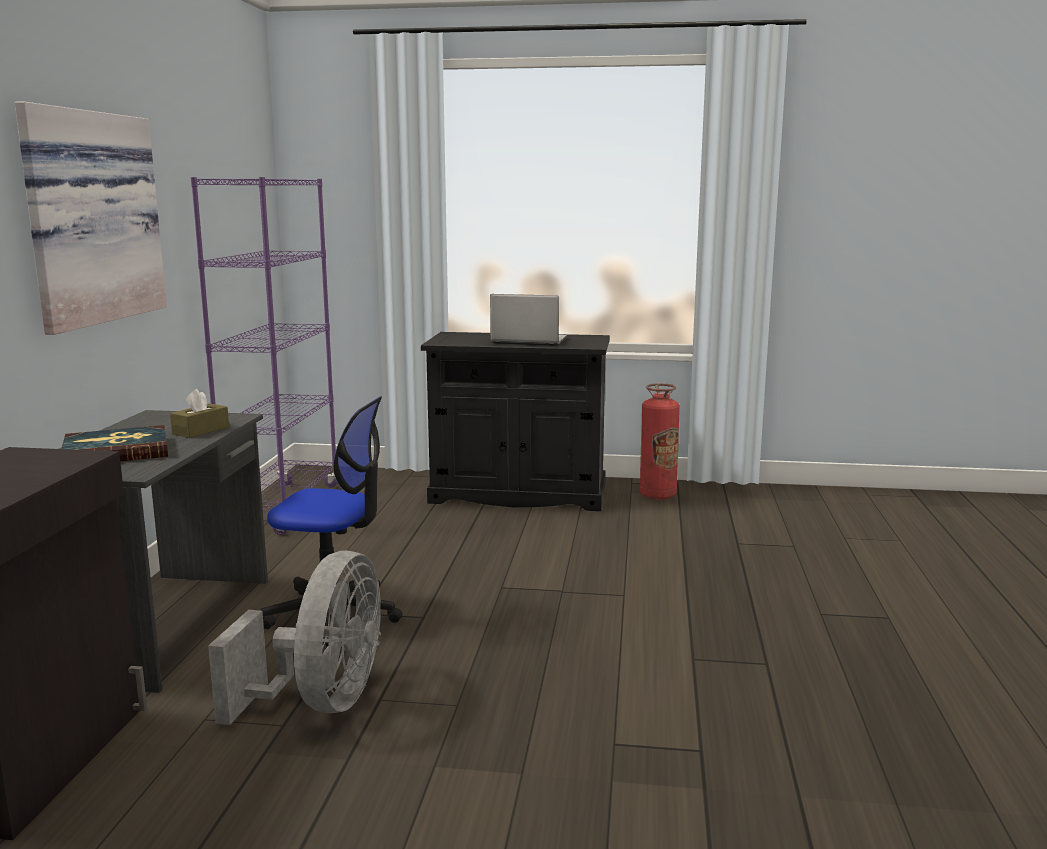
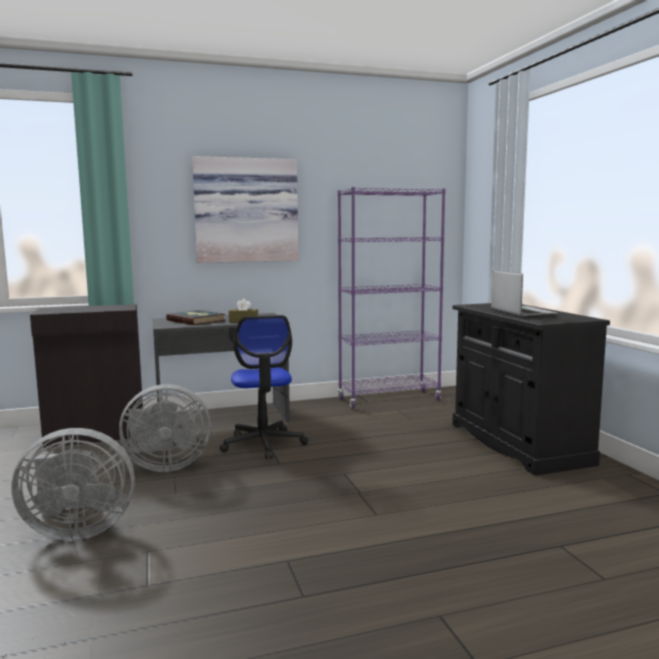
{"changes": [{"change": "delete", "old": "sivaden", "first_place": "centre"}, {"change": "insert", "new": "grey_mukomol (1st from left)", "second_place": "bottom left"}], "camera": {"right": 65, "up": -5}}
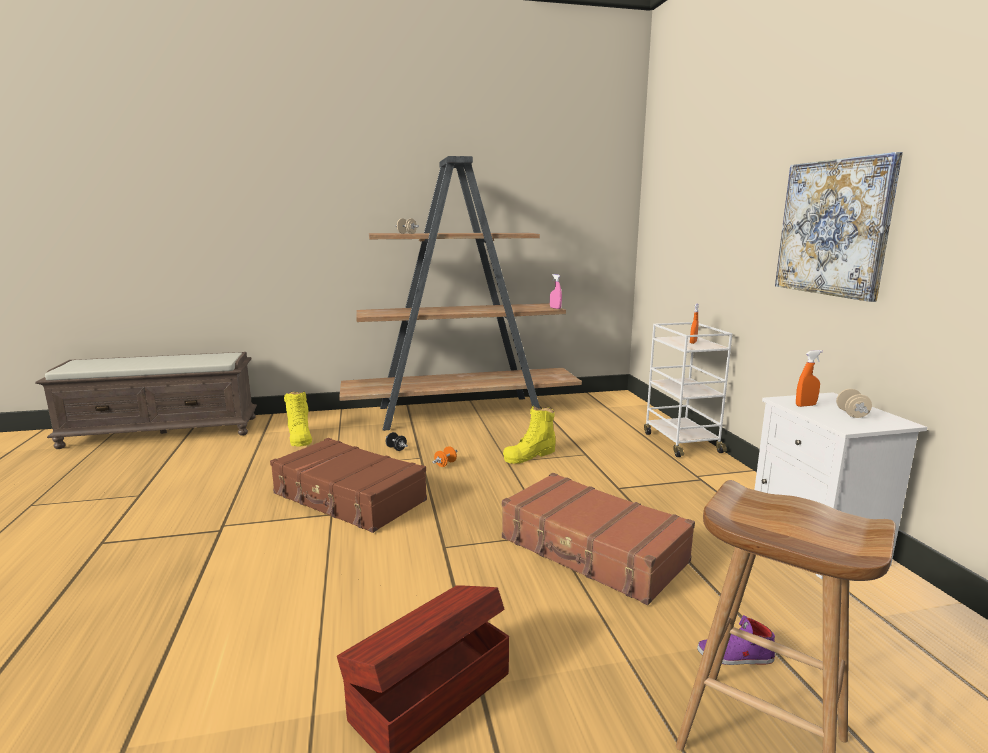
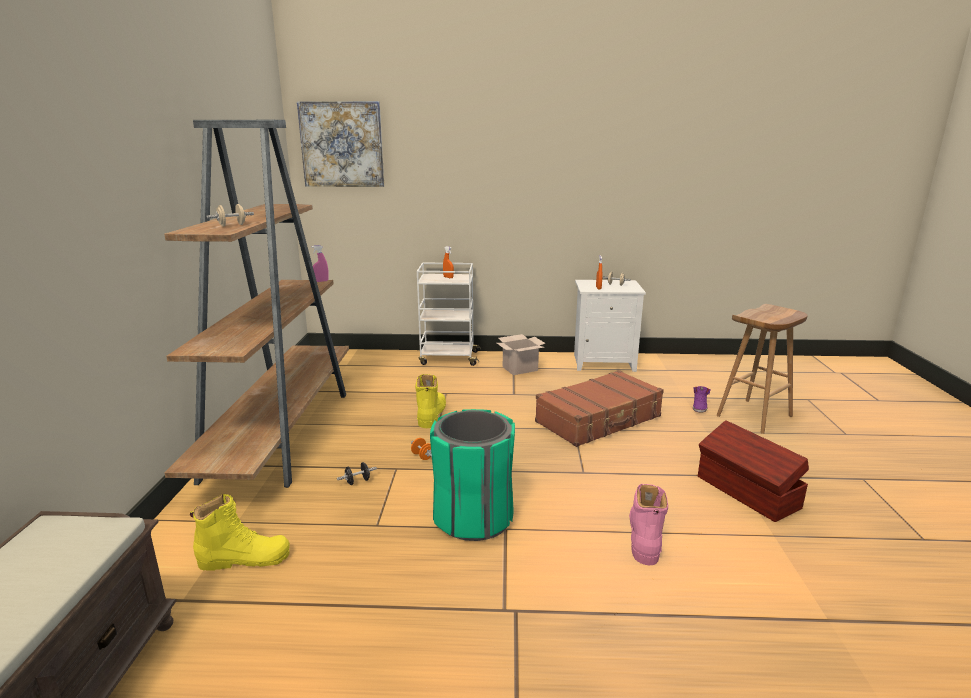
{"changes": [{"change": "move", "old": "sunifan", "first_place": "top right", "second_place": "top centre"}, {"change": "rotate", "old": "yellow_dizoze (2nd from left)", "first_place": "centre", "second_place": "centre", "degrees": -150}, {"change": "replace", "old": "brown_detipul (1st from left)", "new": "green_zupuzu", "first_place": "centre", "second_place": "bottom centre"}, {"change": "insert", "new": "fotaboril", "second_place": "centre"}, {"change": "insert", "new": "pink_dizoze", "second_place": "bottom right"}], "camera": {"right": -75, "up": 5}}
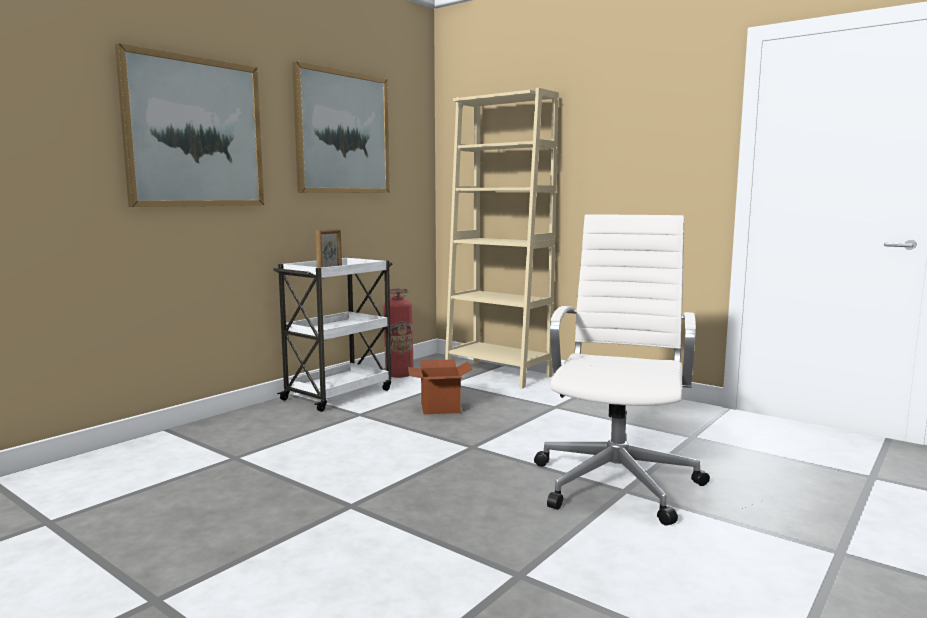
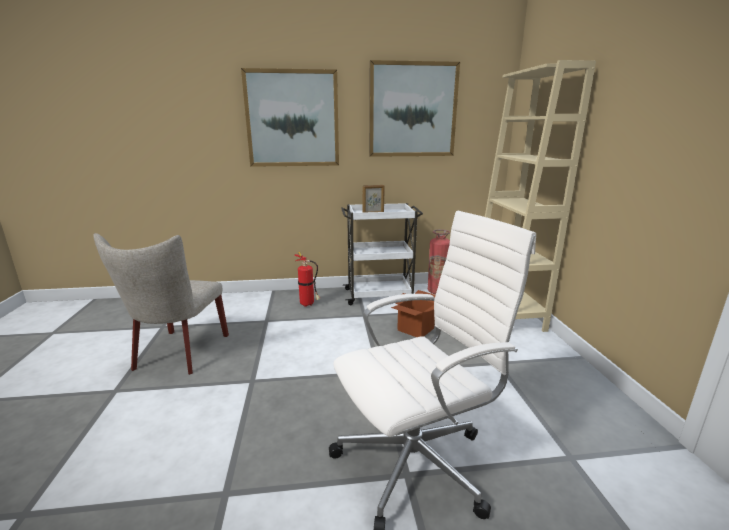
{"changes": [{"change": "insert", "new": "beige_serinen", "second_place": "middle left"}, {"change": "insert", "new": "sivaden (1st from left)", "second_place": "centre"}], "camera": {"right": 45, "up": 10}}
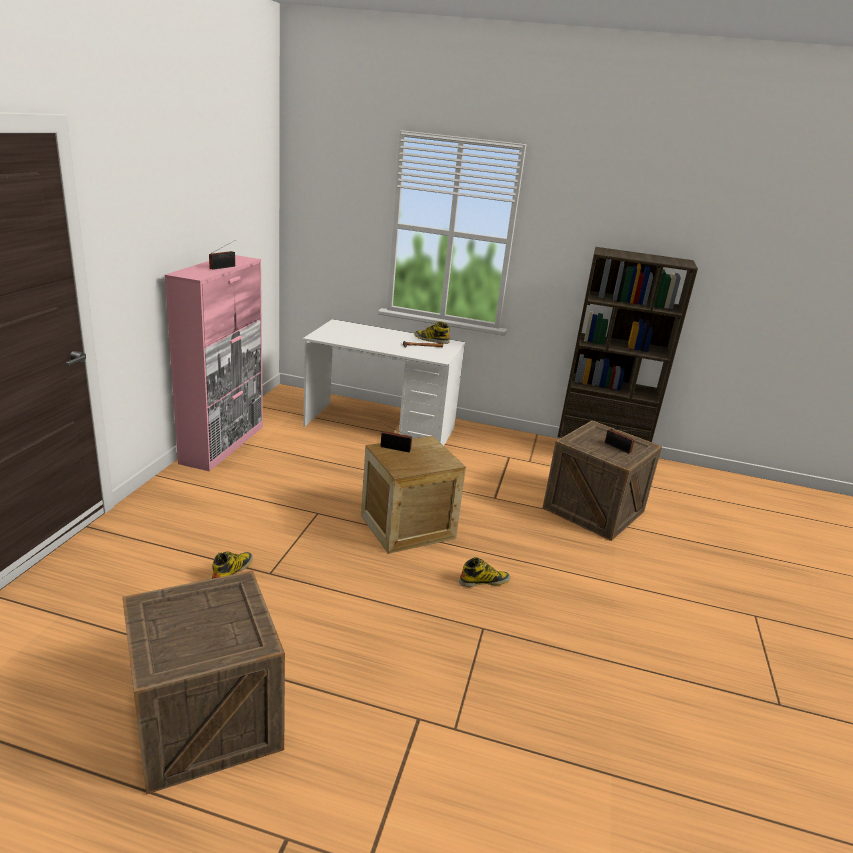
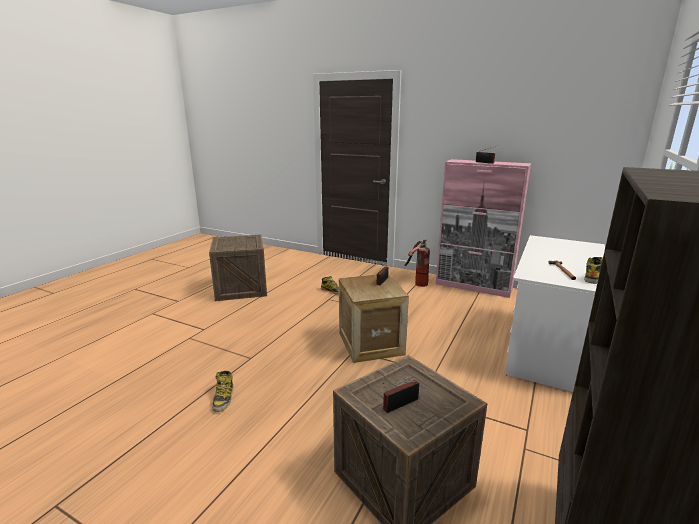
{"changes": [{"change": "move", "old": "dizoze (3rd from left in the first image)", "new": "dizoze (1st from left)", "first_place": "bottom centre", "second_place": "bottom left"}, {"change": "insert", "new": "sivaden", "second_place": "centre"}], "camera": {"right": 105, "up": -5}}
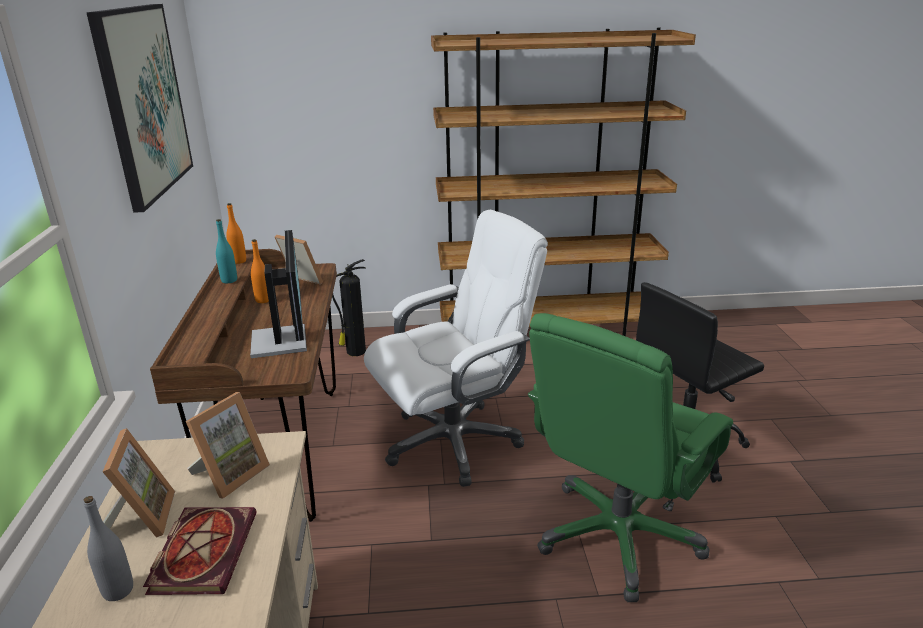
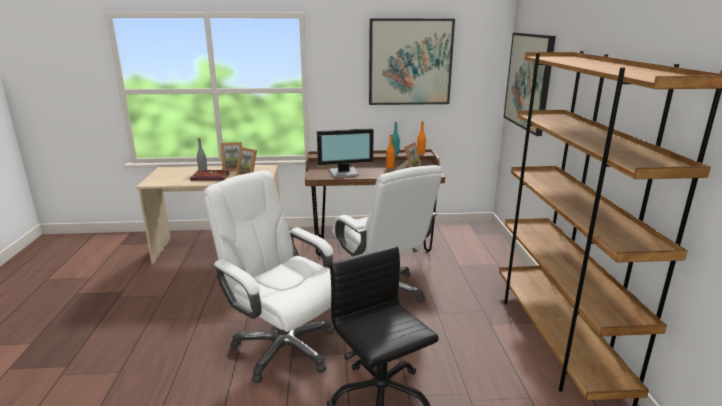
{"changes": [{"change": "delete", "old": "sivaden", "first_place": "centre"}, {"change": "recolor", "old": "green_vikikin", "new": "white_vikikin (1st from left)", "first_place": "bottom right", "second_place": "bottom centre"}, {"change": "insert", "new": "sunifan (2nd from left)", "second_place": "top right"}], "camera": {"right": 90, "up": -5}}
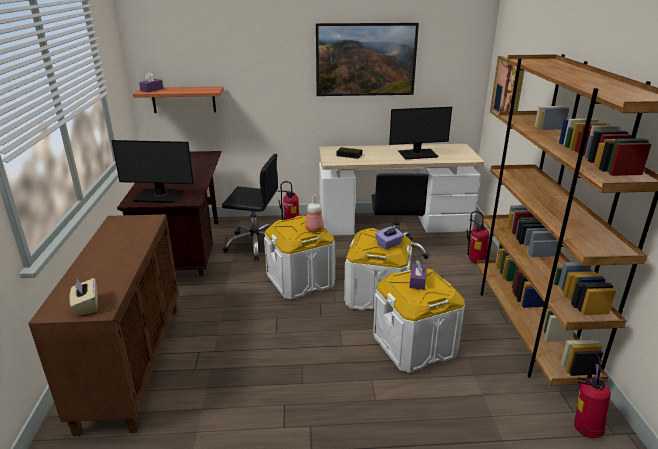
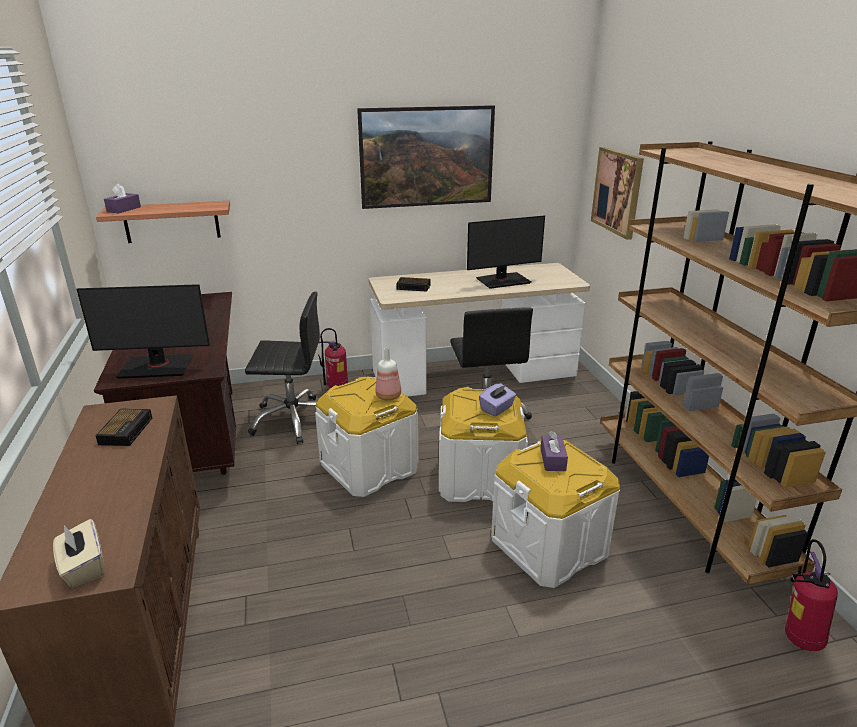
{"changes": [{"change": "delete", "old": "sivaden (2nd from left)", "first_place": "middle right"}, {"change": "insert", "new": "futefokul (1st from left)", "second_place": "middle left"}], "camera": {"right": -10, "up": 0}}
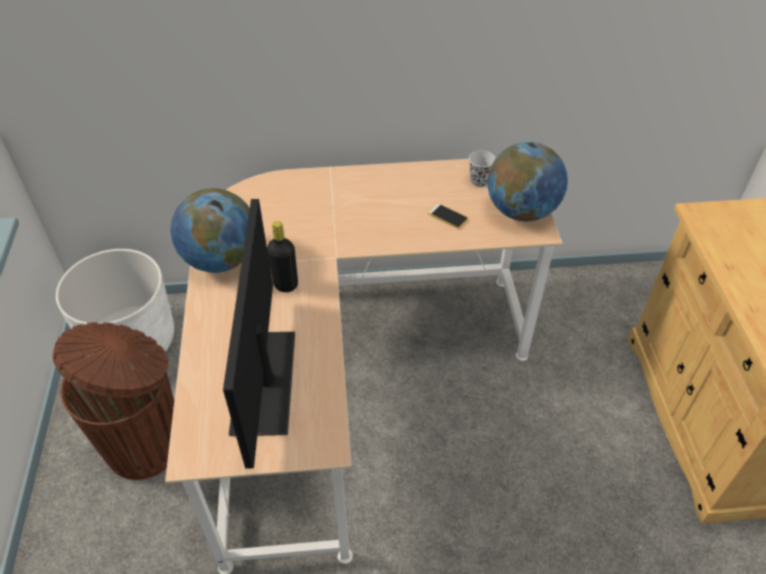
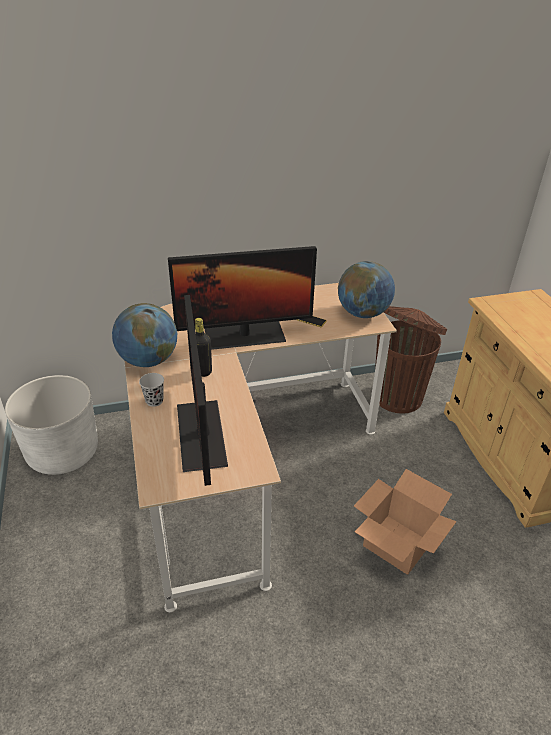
{"changes": [{"change": "move", "old": "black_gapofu", "first_place": "top centre", "second_place": "middle left"}, {"change": "move", "old": "brown_zupuzu", "first_place": "bottom left", "second_place": "middle right"}, {"change": "insert", "new": "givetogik (2nd from left)", "second_place": "centre"}, {"change": "insert", "new": "fotaboril", "second_place": "bottom right"}], "camera": {"right": -10, "up": -10}}
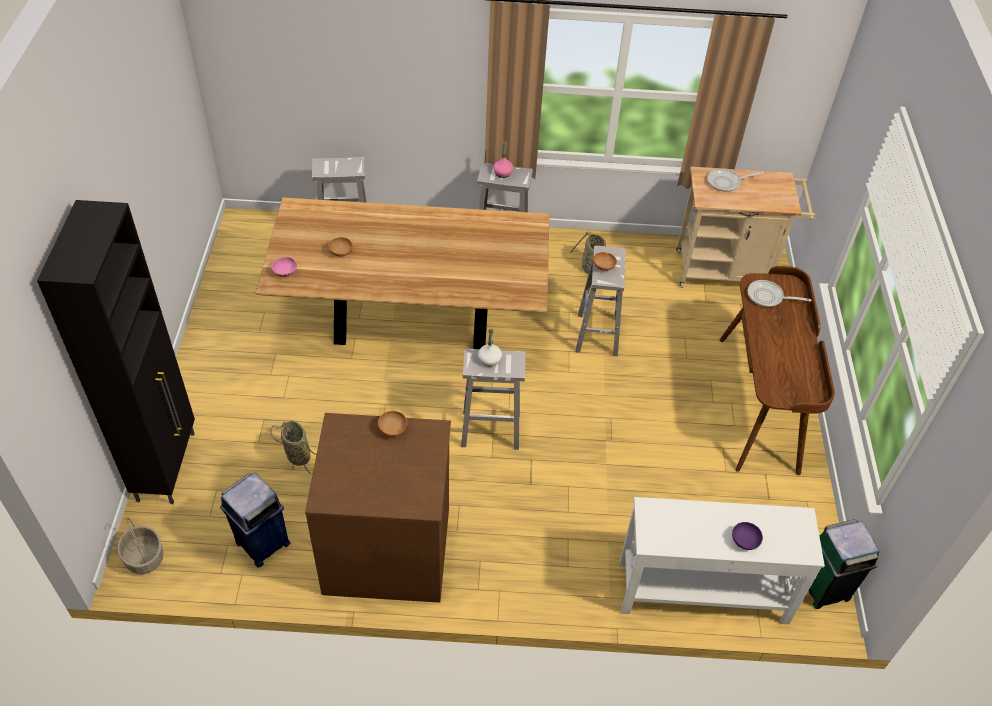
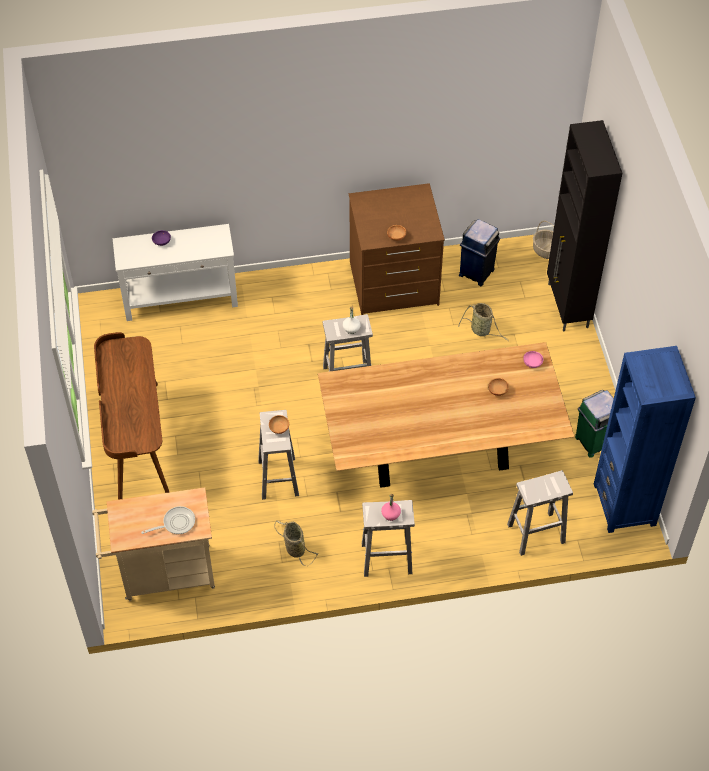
{"changes": [{"change": "delete", "old": "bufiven (2nd from left)", "first_place": "middle right"}, {"change": "move", "old": "green_zupuzu", "first_place": "bottom right", "second_place": "middle right"}, {"change": "insert", "new": "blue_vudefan", "second_place": "middle right"}], "camera": {"right": 170, "up": 5}}
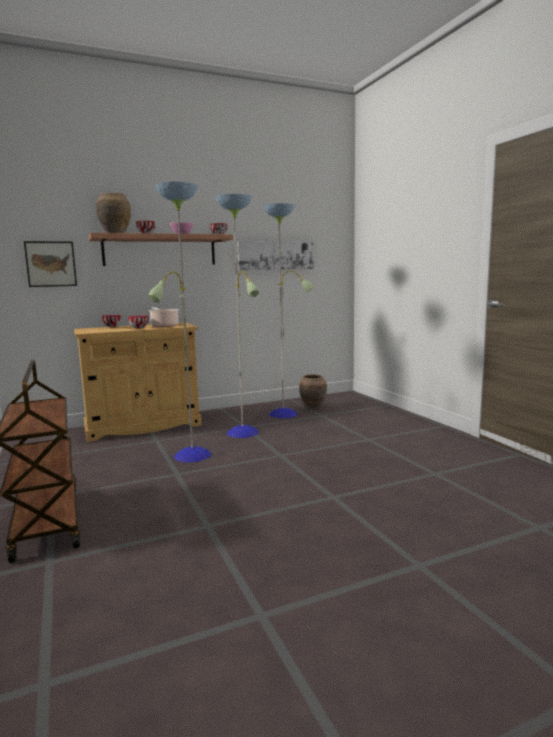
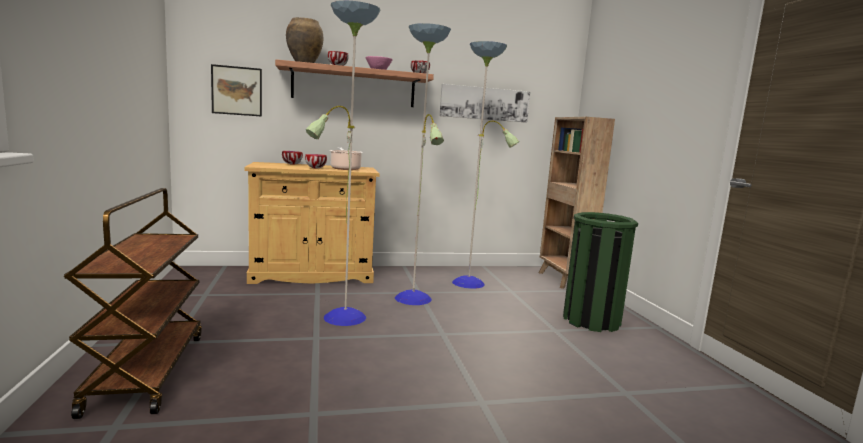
{"changes": [{"change": "delete", "old": "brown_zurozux (2nd from left)", "first_place": "centre"}, {"change": "insert", "new": "brown_vudefan", "second_place": "middle right"}, {"change": "insert", "new": "green_zupuzu", "second_place": "middle right"}], "camera": {"right": 10, "up": 0}}
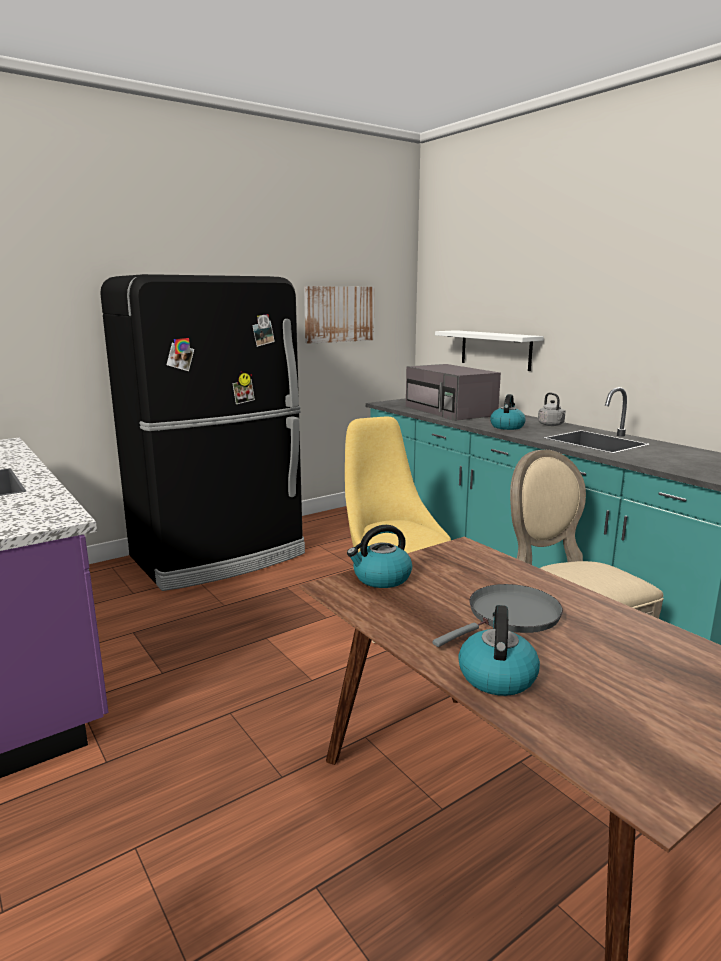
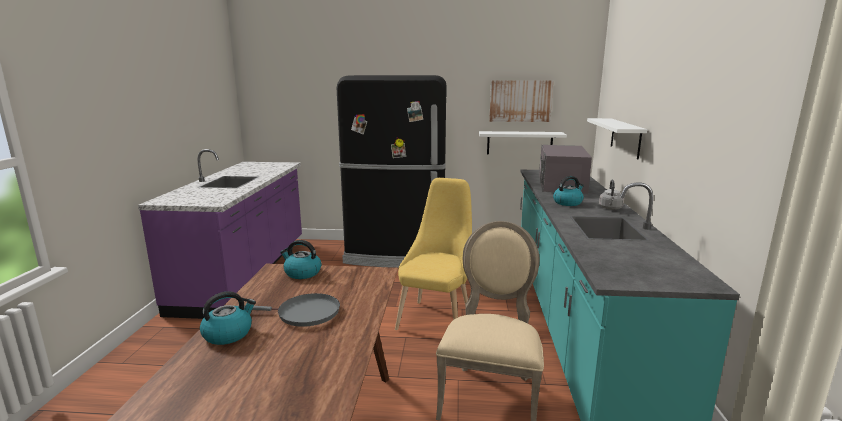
{"changes": [{"change": "insert", "new": "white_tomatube (1st from left)", "second_place": "centre"}], "camera": {"right": 40, "up": 0}}
